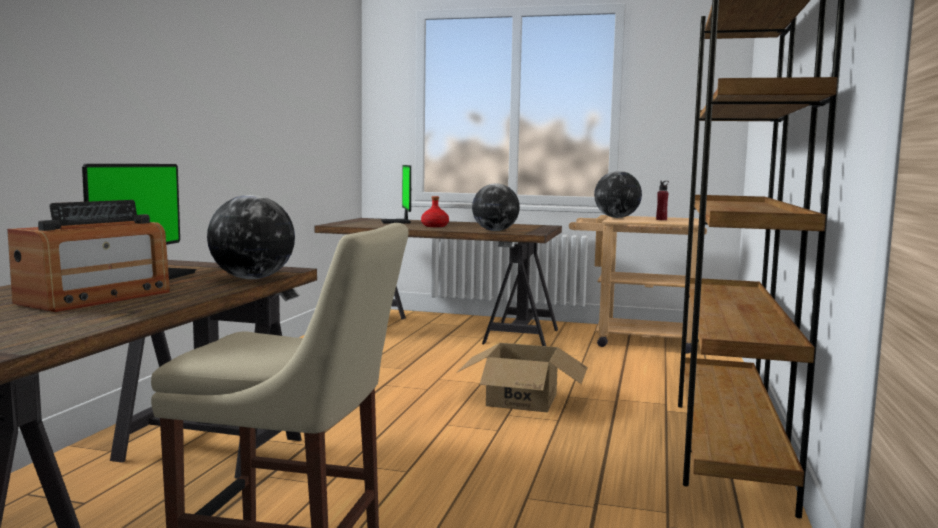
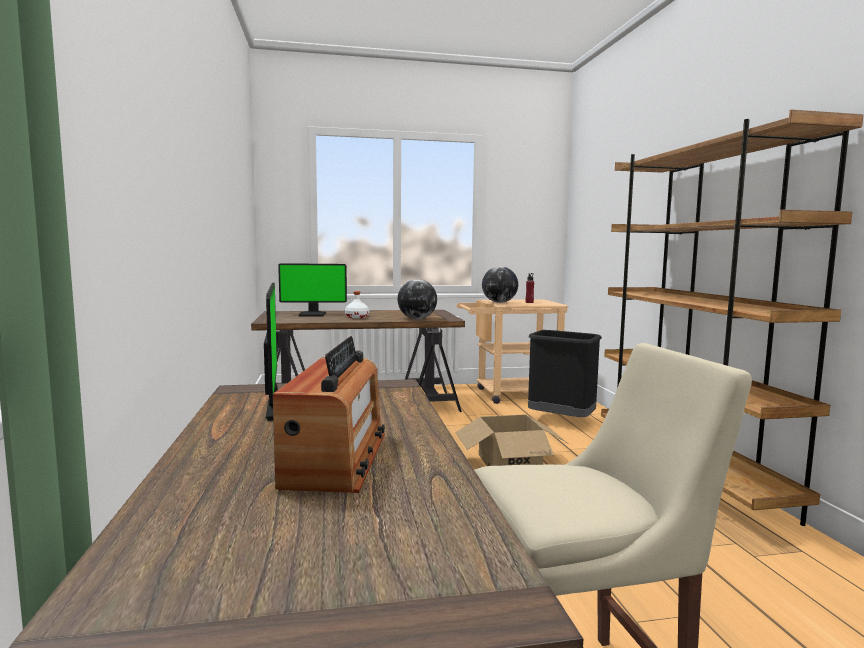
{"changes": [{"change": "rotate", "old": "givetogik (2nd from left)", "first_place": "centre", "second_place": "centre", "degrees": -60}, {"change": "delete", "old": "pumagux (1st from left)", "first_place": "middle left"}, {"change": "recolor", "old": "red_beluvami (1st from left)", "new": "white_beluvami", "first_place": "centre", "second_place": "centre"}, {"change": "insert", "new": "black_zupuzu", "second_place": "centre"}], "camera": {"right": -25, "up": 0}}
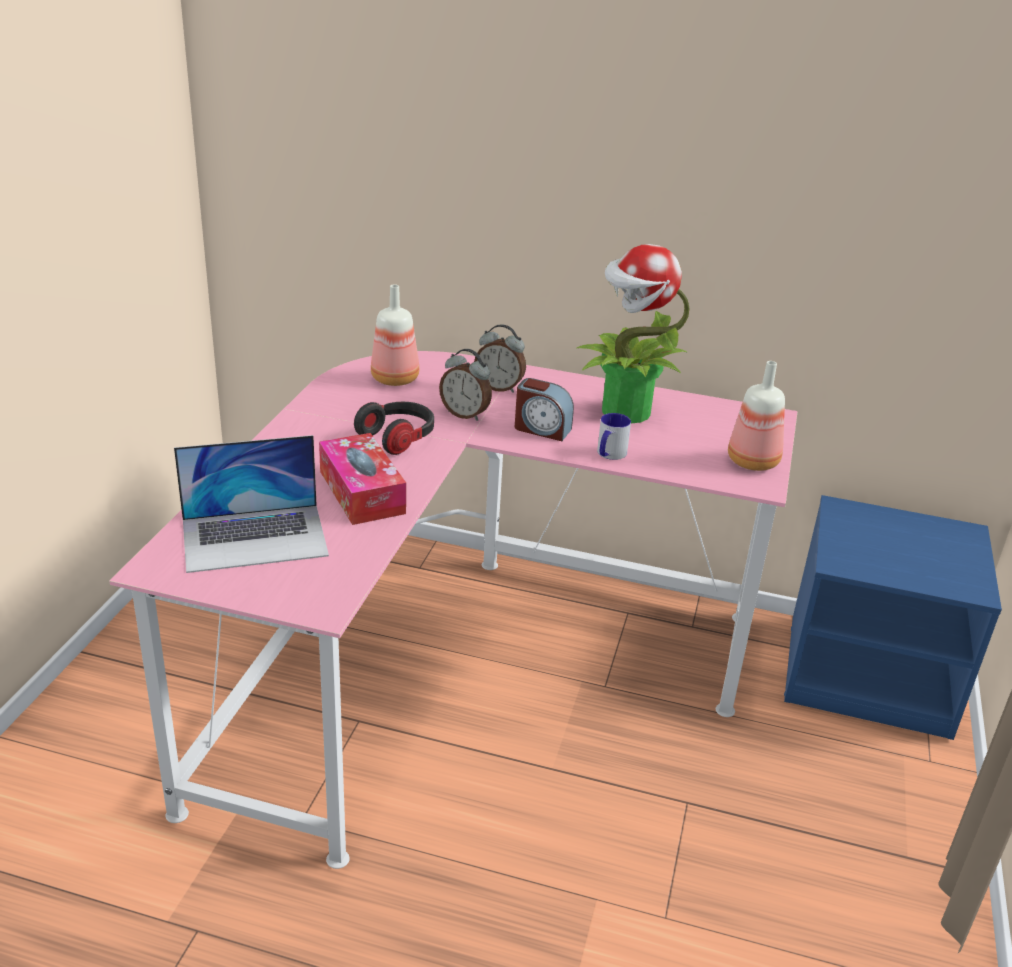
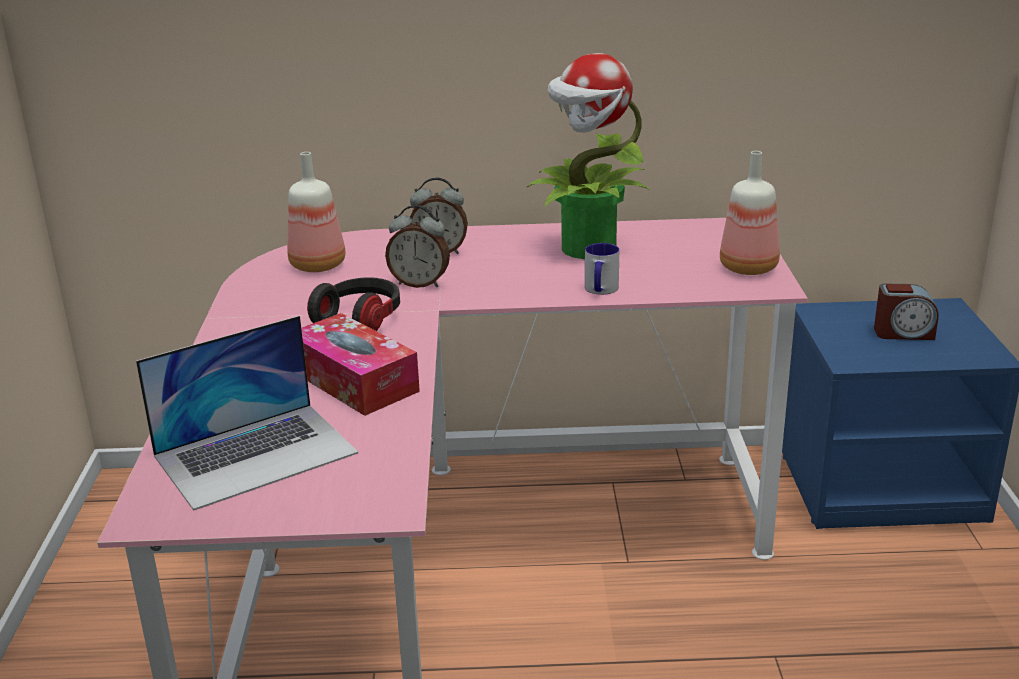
{"changes": [{"change": "move", "old": "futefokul (3rd from left)", "first_place": "centre", "second_place": "middle right"}], "camera": {"right": -15, "up": -5}}
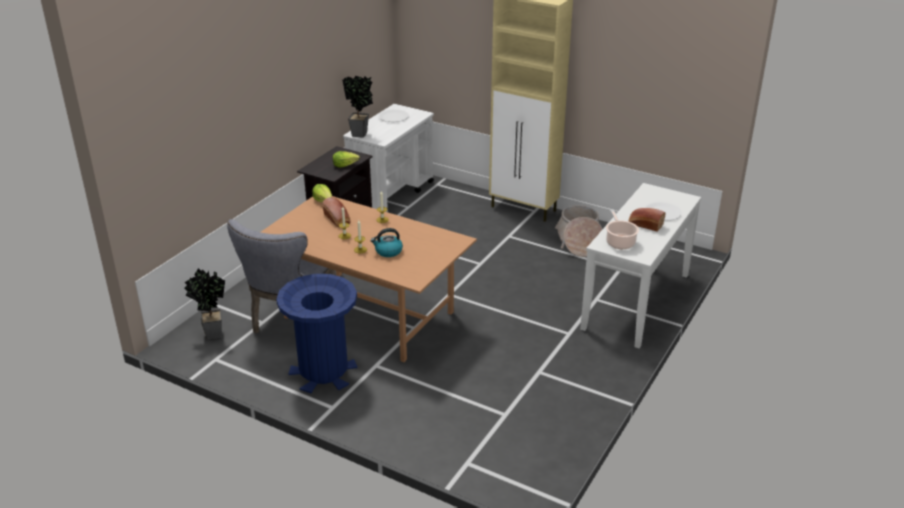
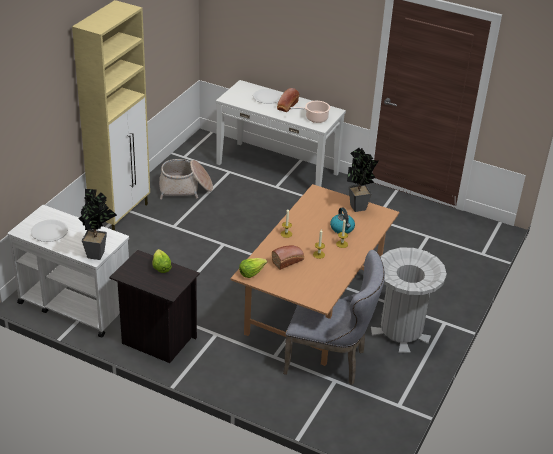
{"changes": [{"change": "move", "old": "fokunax (1st from left in the first image)", "new": "fokunax (2nd from left)", "first_place": "middle left", "second_place": "centre"}, {"change": "recolor", "old": "blue_zupuzu", "new": "grey_zupuzu", "first_place": "centre", "second_place": "middle right"}], "camera": {"right": -95, "up": 5}}
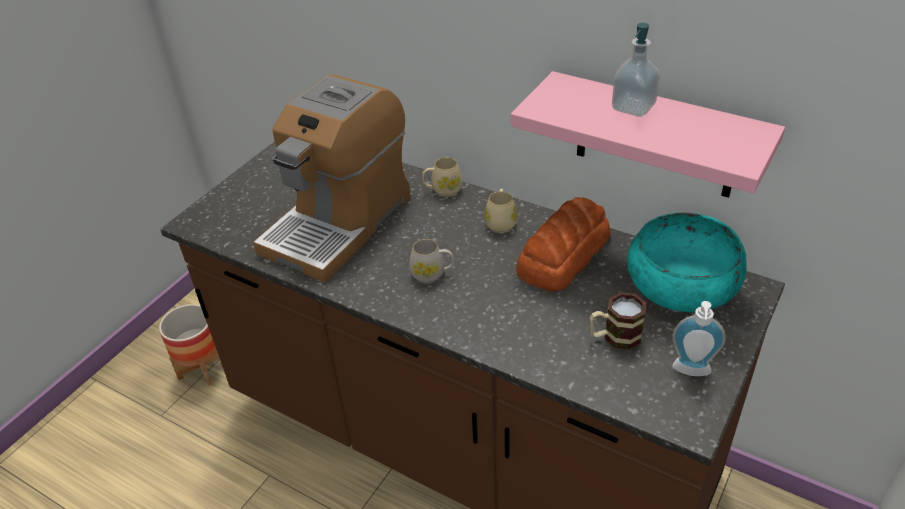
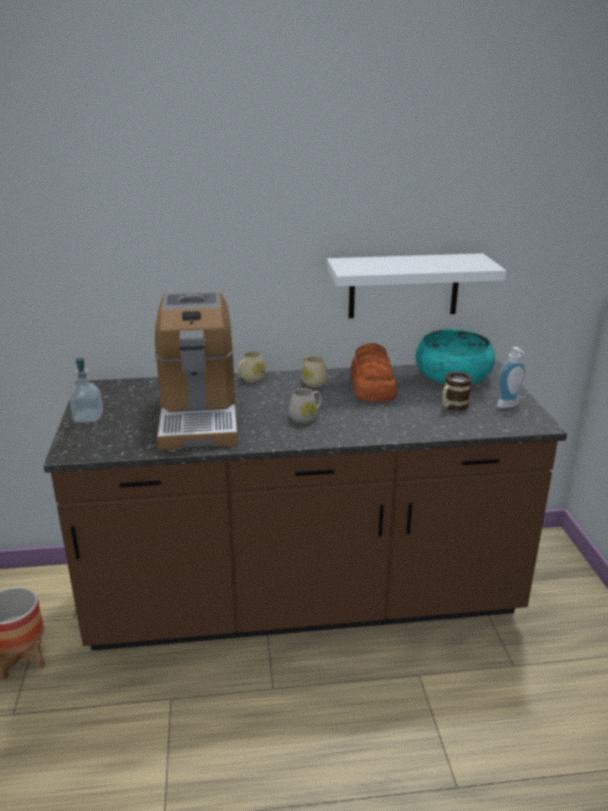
{"changes": [{"change": "move", "old": "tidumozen (1st from left)", "first_place": "top right", "second_place": "middle left"}, {"change": "recolor", "old": "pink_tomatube", "new": "white_tomatube", "first_place": "top right", "second_place": "middle right"}], "camera": {"right": -40, "up": -15}}
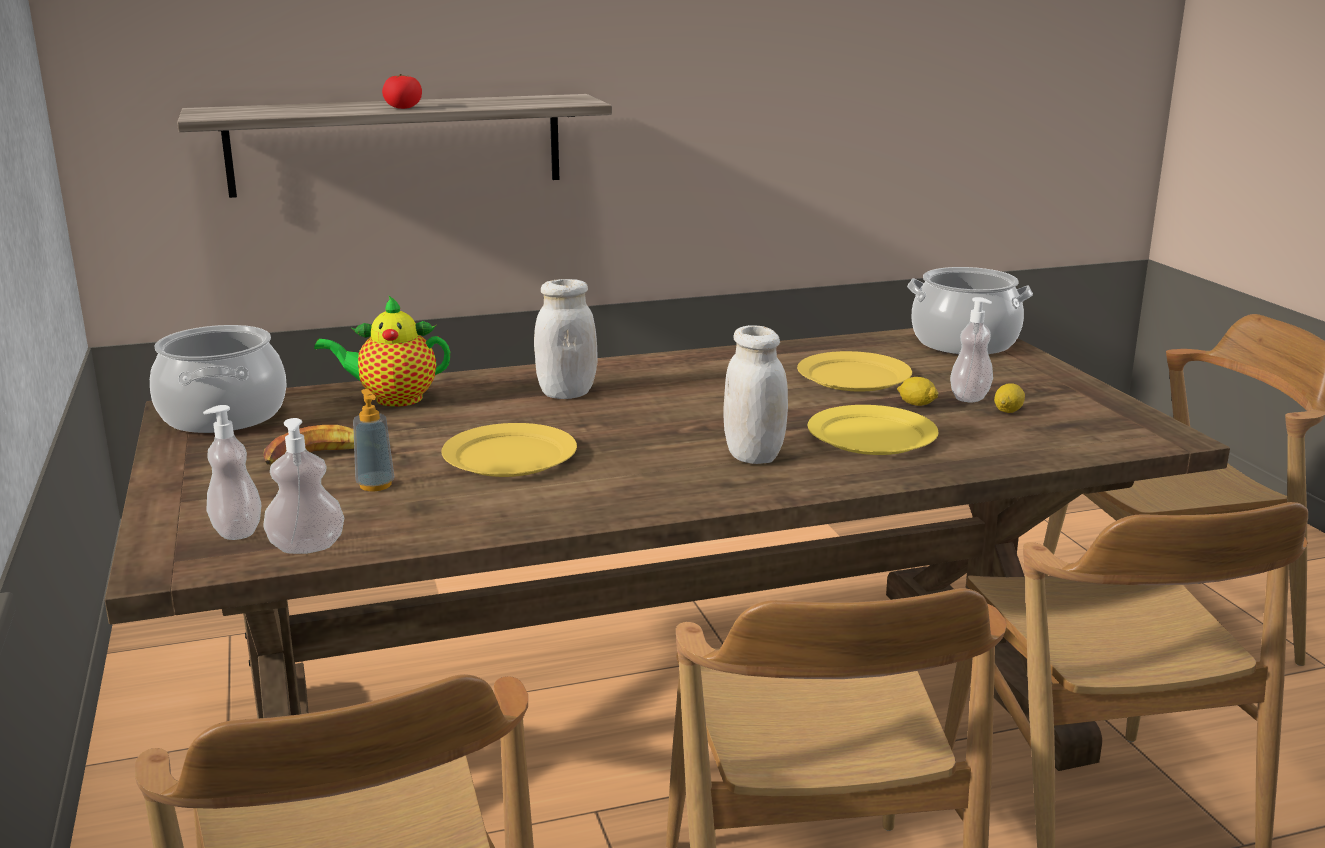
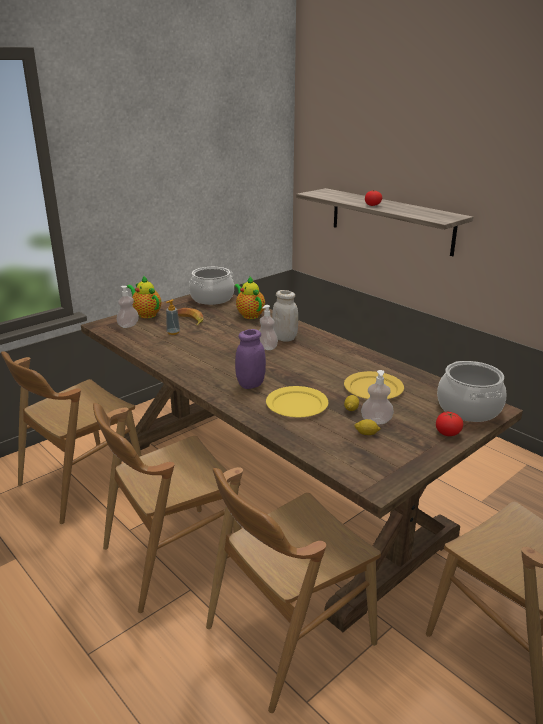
{"changes": [{"change": "recolor", "old": "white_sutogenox (2nd from left)", "new": "purple_sutogenox", "first_place": "centre", "second_place": "centre"}, {"change": "move", "old": "tidumozen (2nd from left in the first image)", "new": "tidumozen (3rd from left)", "first_place": "middle left", "second_place": "centre"}, {"change": "delete", "old": "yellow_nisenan (1st from left)", "first_place": "centre"}, {"change": "insert", "new": "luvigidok (1st from left)", "second_place": "middle left"}, {"change": "insert", "new": "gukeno (2nd from left)", "second_place": "middle right"}], "camera": {"right": 65, "up": 5}}
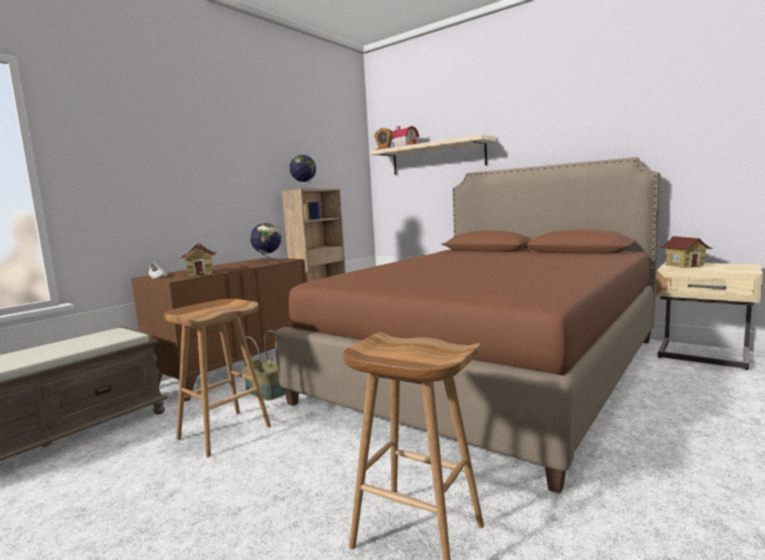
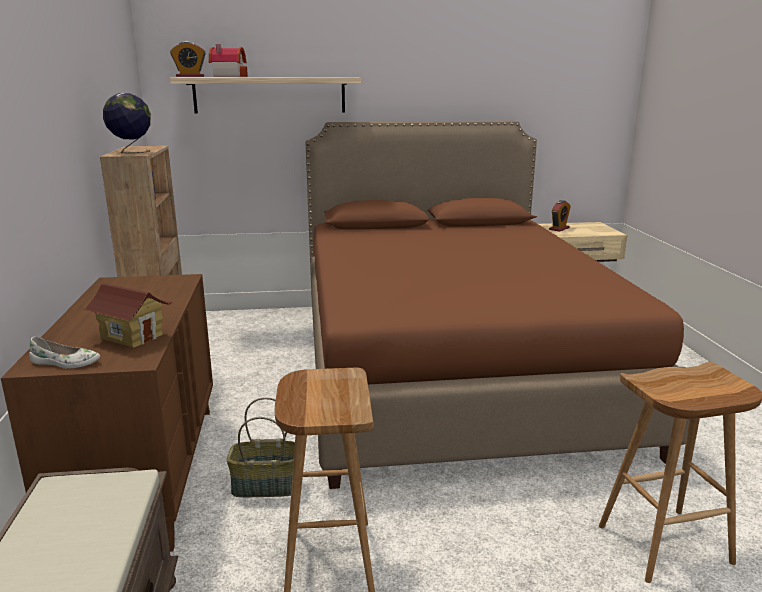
{"changes": [{"change": "delete", "old": "pumagux (1st from left)", "first_place": "centre"}, {"change": "replace", "old": "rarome (3rd from left)", "new": "futefokul (2nd from left)", "first_place": "middle right", "second_place": "middle right"}], "camera": {"right": -45, "up": 10}}
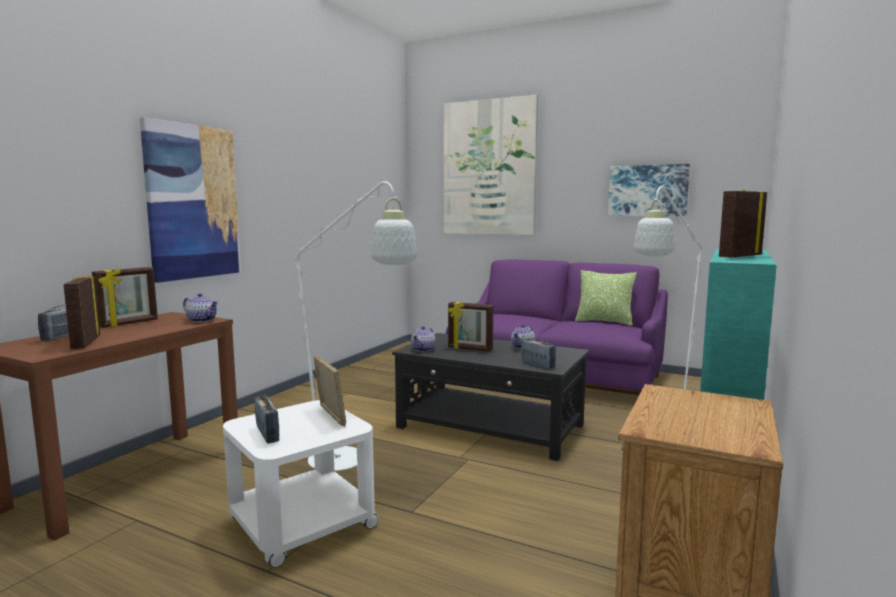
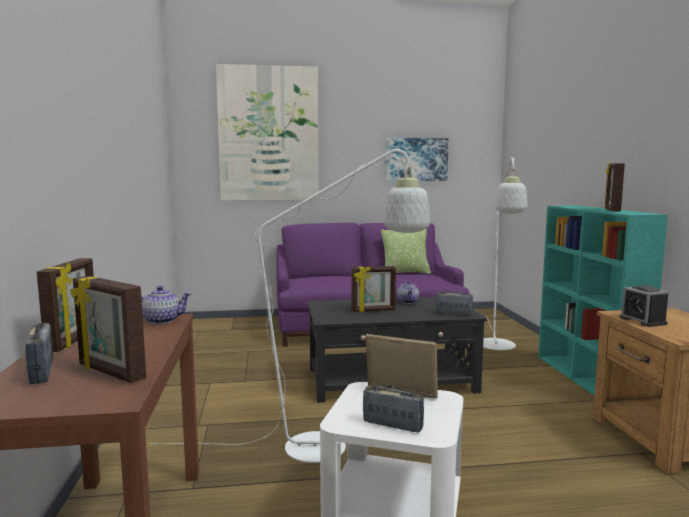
{"changes": [{"change": "delete", "old": "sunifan (1st from left)", "first_place": "middle left"}, {"change": "delete", "old": "luvigidok (2nd from left)", "first_place": "centre"}, {"change": "insert", "new": "futefokul", "second_place": "middle right"}], "camera": {"right": -35, "up": 0}}
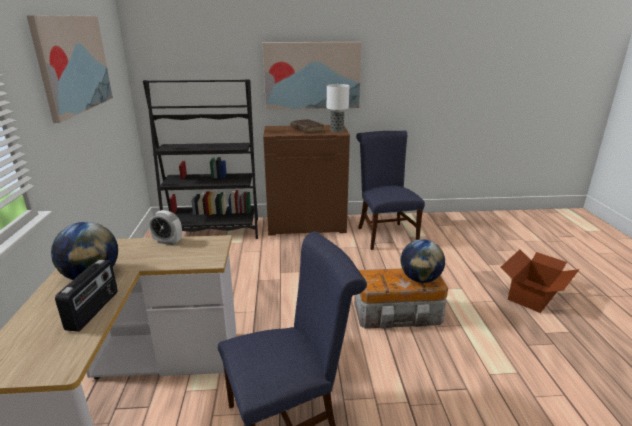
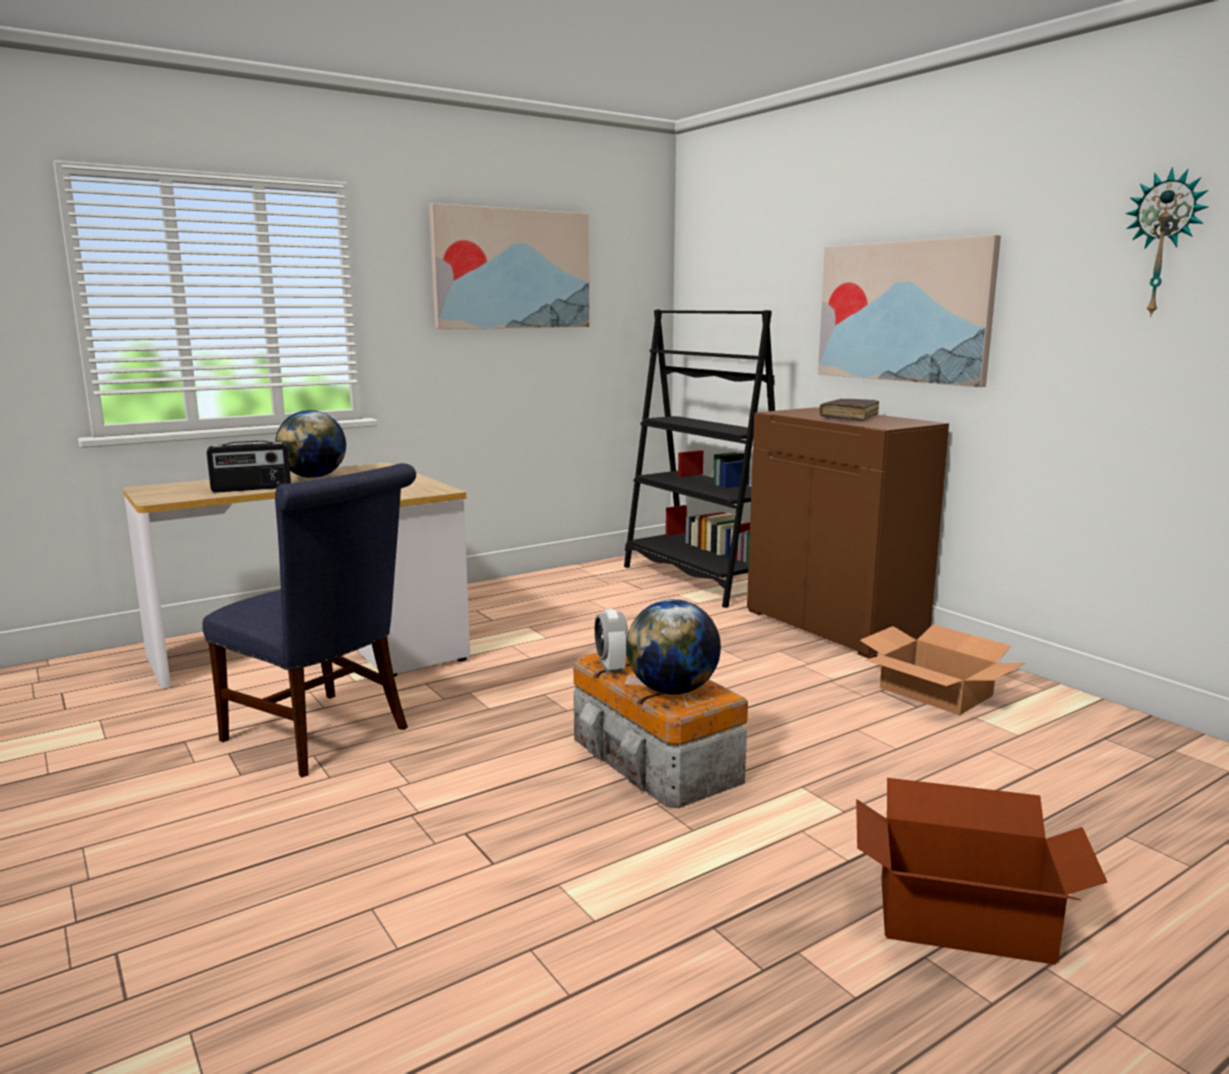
{"changes": [{"change": "delete", "old": "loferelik", "first_place": "top centre"}, {"change": "replace", "old": "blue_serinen (2nd from left)", "new": "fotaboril (1st from left)", "first_place": "centre", "second_place": "middle right"}, {"change": "move", "old": "futefokul", "first_place": "middle left", "second_place": "centre"}, {"change": "insert", "new": "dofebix", "second_place": "top right"}], "camera": {"right": 60, "up": -10}}
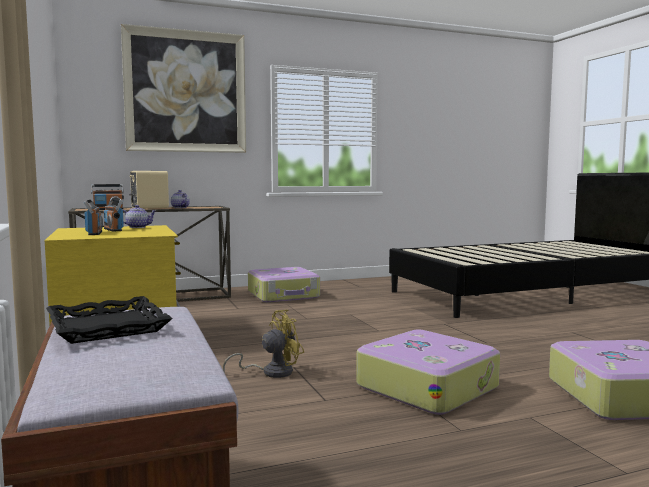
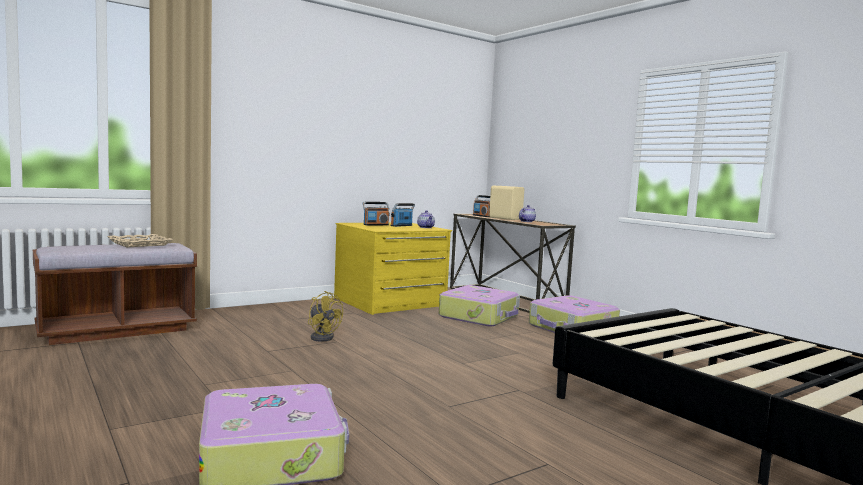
{"changes": [{"change": "delete", "old": "sunifan", "first_place": "top left"}, {"change": "recolor", "old": "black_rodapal", "new": "beige_rodapal", "first_place": "middle left", "second_place": "middle left"}, {"change": "move", "old": "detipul (2nd from left)", "first_place": "bottom centre", "second_place": "centre"}], "camera": {"right": 75, "up": 0}}
